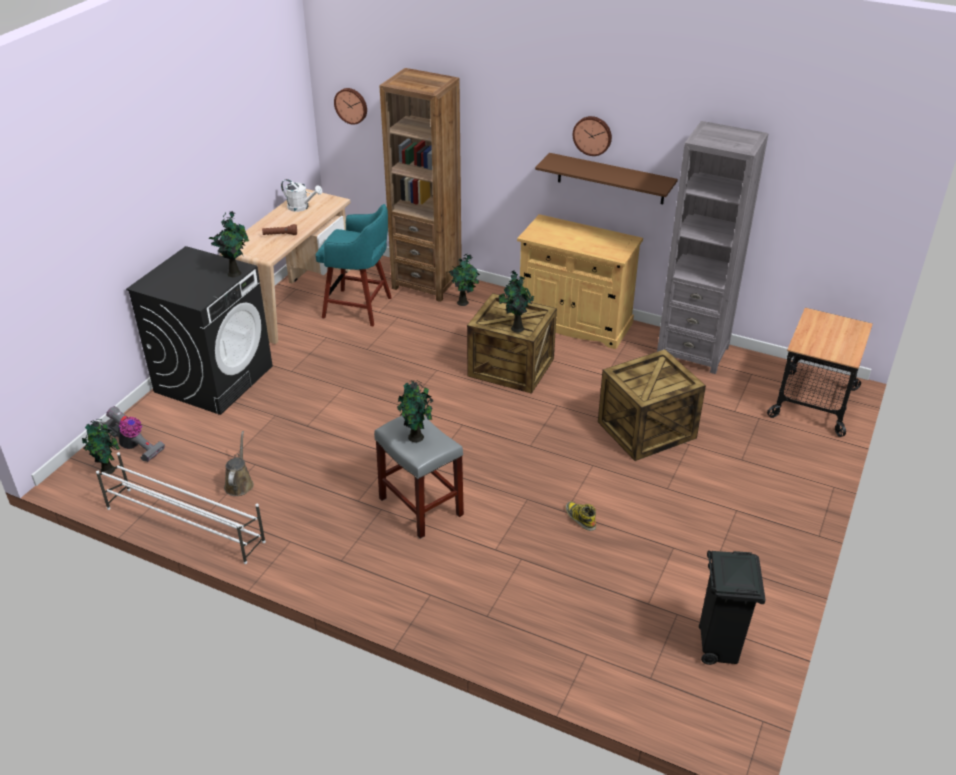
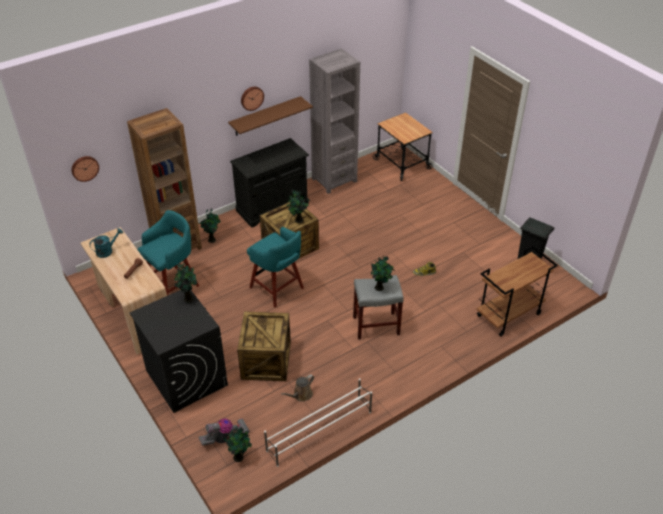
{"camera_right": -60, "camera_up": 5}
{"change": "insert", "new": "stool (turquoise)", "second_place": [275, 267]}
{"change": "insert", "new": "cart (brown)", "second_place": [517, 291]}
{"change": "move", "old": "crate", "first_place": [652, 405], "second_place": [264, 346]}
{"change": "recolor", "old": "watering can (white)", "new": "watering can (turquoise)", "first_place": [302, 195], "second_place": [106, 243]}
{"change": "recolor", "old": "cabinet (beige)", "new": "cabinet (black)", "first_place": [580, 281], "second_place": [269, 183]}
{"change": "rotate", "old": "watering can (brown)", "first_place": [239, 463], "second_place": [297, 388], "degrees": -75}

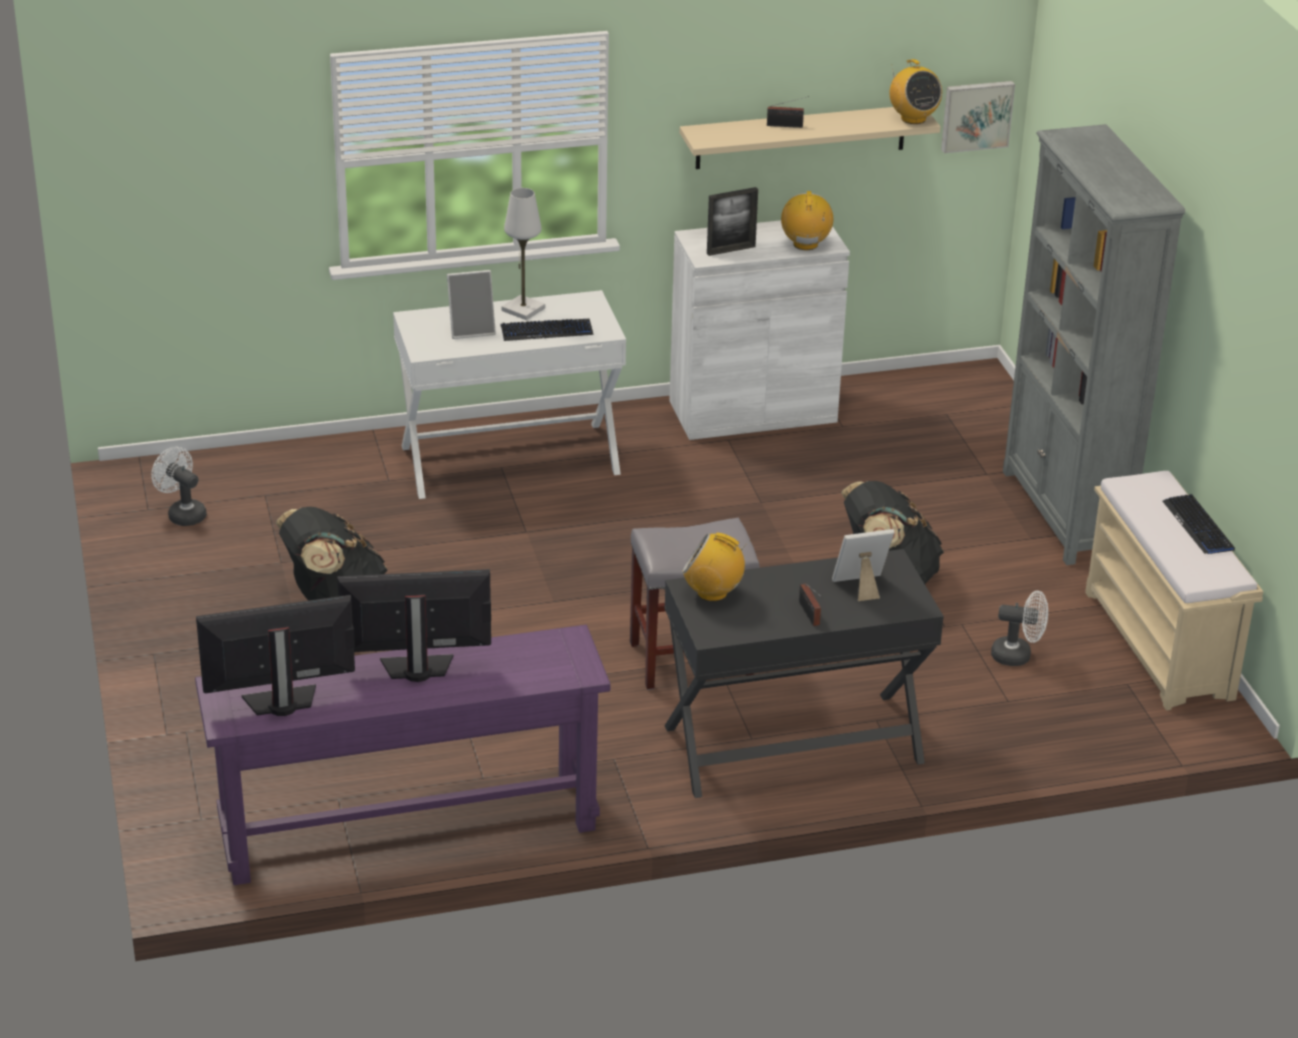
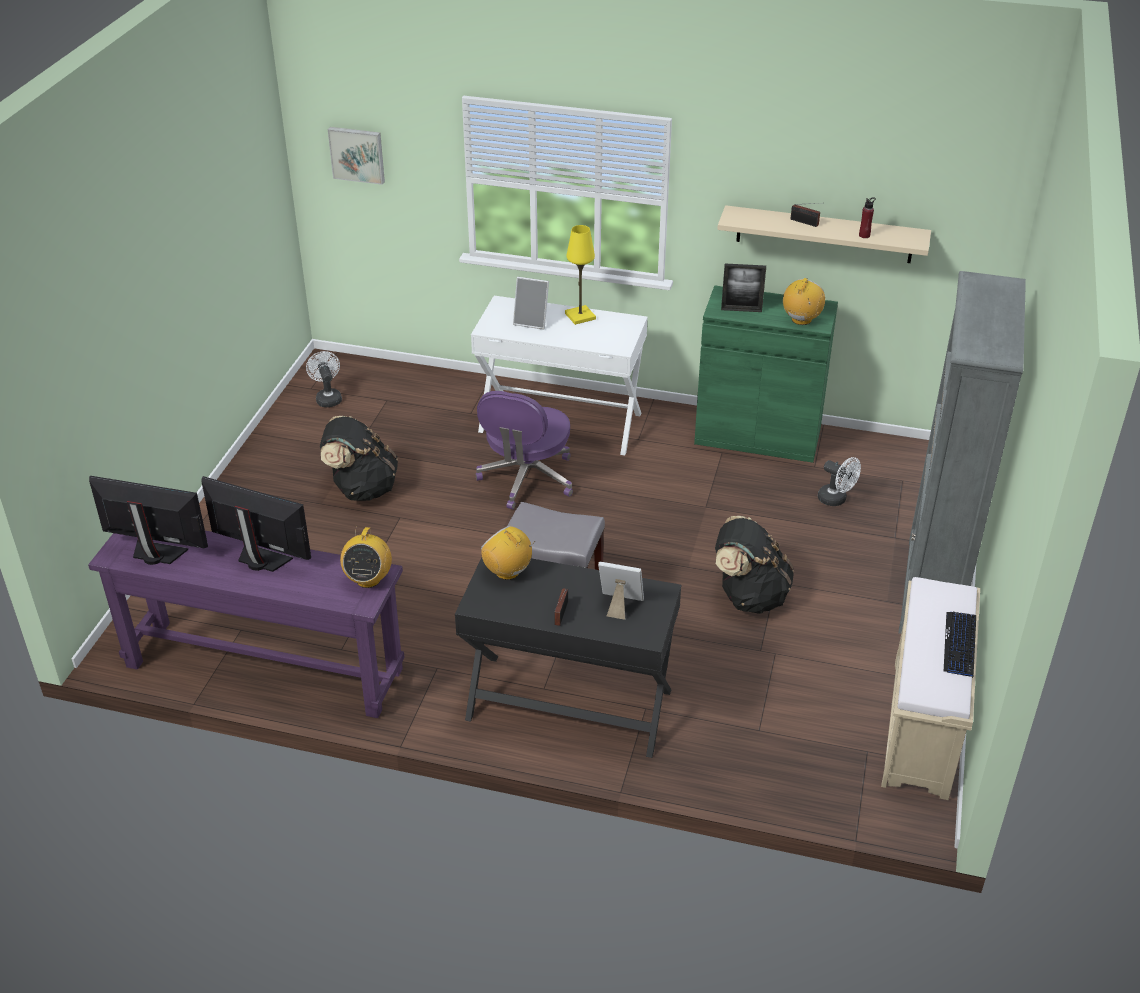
{"camera_right": 30, "camera_up": 5}
{"change": "delete", "old": "keyboard", "first_place": [547, 330]}
{"change": "insert", "new": "office chair (purple)", "second_place": [524, 450]}
{"change": "insert", "new": "bottle (red)", "second_place": [867, 217]}
{"change": "move", "old": "radio", "first_place": [916, 91], "second_place": [366, 557]}
{"change": "move", "old": "picture", "first_place": [978, 117], "second_place": [356, 156]}
{"change": "move", "old": "fan (white)", "first_place": [1019, 628], "second_place": [839, 481]}
{"change": "recolor", "old": "table lamp (white)", "new": "table lamp (yellow)", "first_place": [523, 254], "second_place": [580, 275]}
{"change": "recolor", "old": "cabinet (white)", "new": "cabinet (green)", "first_place": [759, 330], "second_place": [766, 374]}

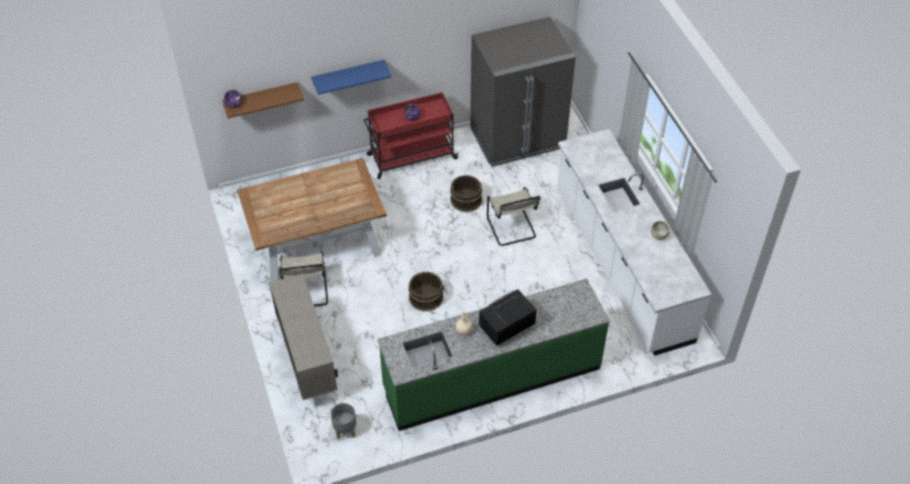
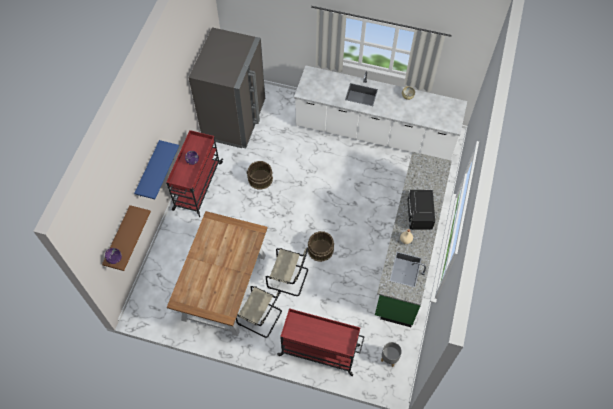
{"camera_right": -55, "camera_up": 10}
{"change": "move", "old": "chair (beige)", "first_place": [514, 216], "second_place": [287, 271]}
{"change": "replace", "old": "cabinet (beige)", "new": "cart (red)", "first_place": [303, 337], "second_place": [321, 342]}

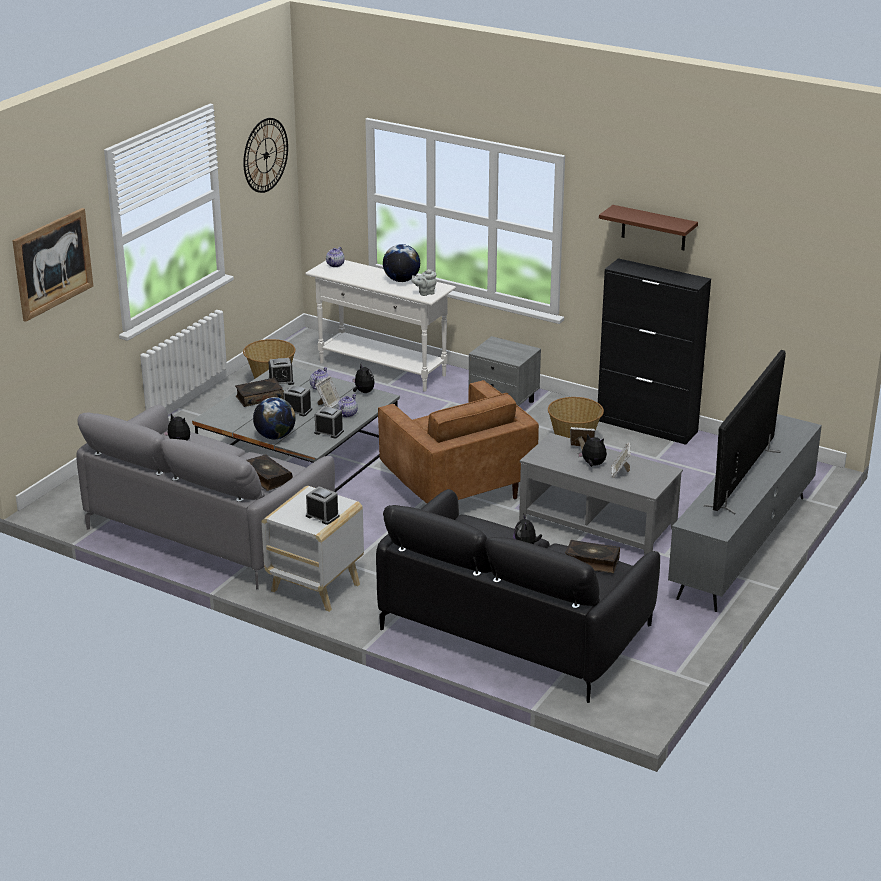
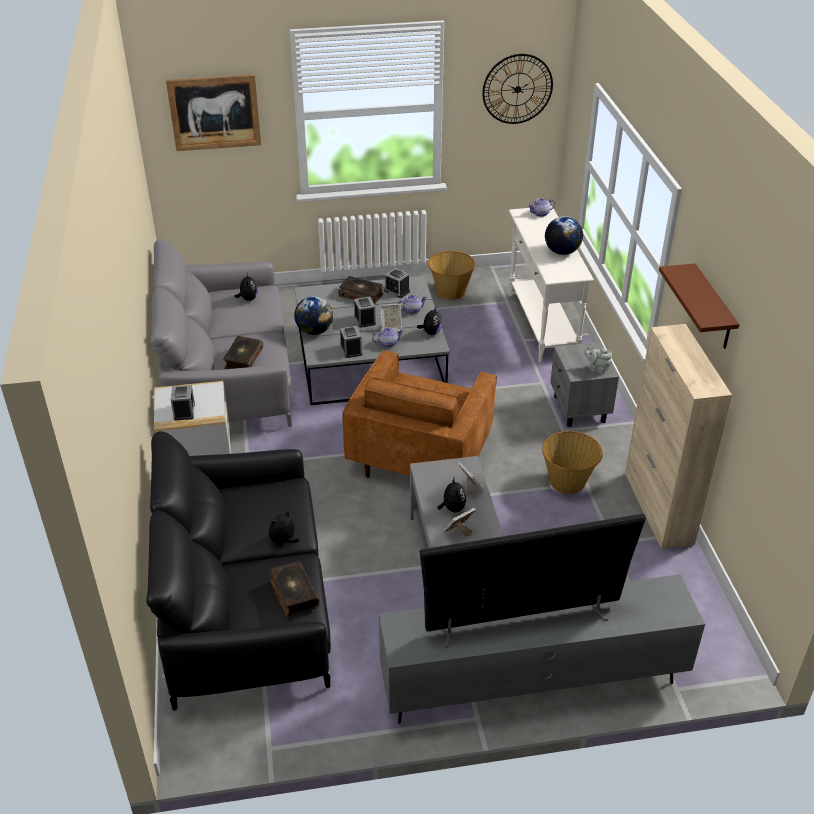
{"camera_right": 50, "camera_up": 10}
{"change": "move", "old": "teapot (grey)", "first_place": [424, 282], "second_place": [598, 360]}
{"change": "recolor", "old": "cabinet (black)", "new": "cabinet (beige)", "first_place": [654, 351], "second_place": [678, 436]}

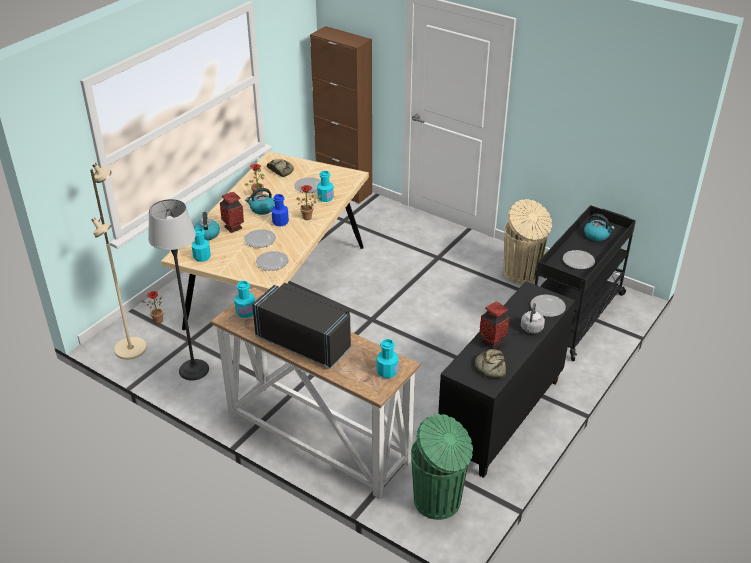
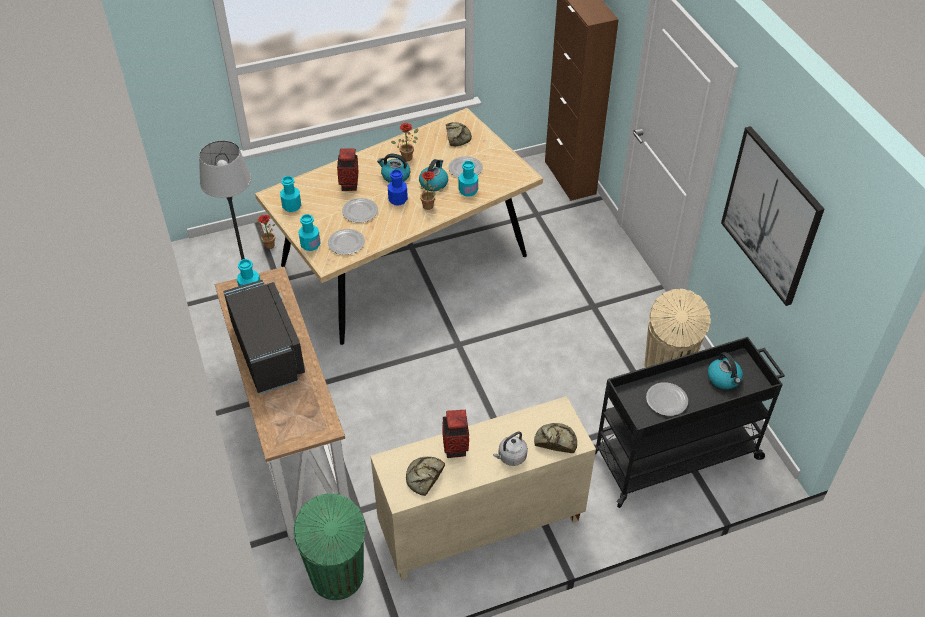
{"camera_right": 35, "camera_up": 10}
{"change": "delete", "old": "floor lamp (beige)", "first_place": [118, 261]}
{"change": "insert", "new": "picture", "second_place": [772, 216]}
{"change": "move", "old": "kettle", "first_place": [207, 226], "second_place": [433, 175]}
{"change": "move", "old": "bottle (turquoise)", "first_place": [388, 358], "second_place": [309, 232]}
{"change": "replace", "old": "plate", "new": "bread", "first_place": [548, 306], "second_place": [555, 438]}
{"change": "recolor", "old": "cabinet (black)", "new": "cabinet (beige)", "first_place": [507, 379], "second_place": [483, 488]}

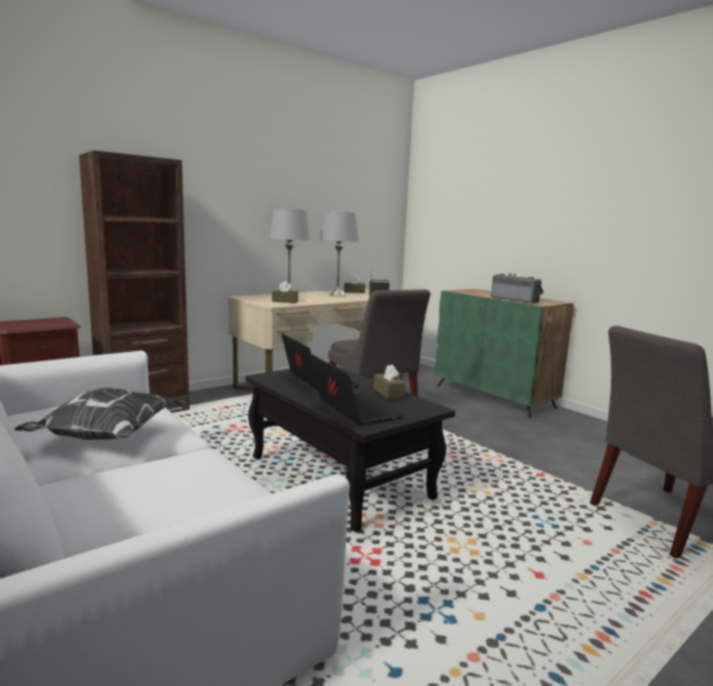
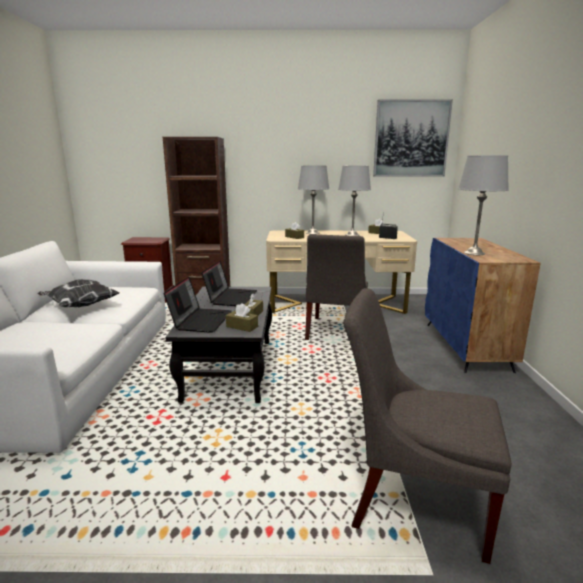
{"camera_right": 40, "camera_up": 5}
{"change": "insert", "new": "tissue box (brown)", "second_place": [242, 317]}
{"change": "insert", "new": "picture", "second_place": [413, 138]}
{"change": "replace", "old": "radio", "new": "table lamp (grey)", "first_place": [517, 288], "second_place": [483, 205]}
{"change": "recolor", "old": "cabinet (green)", "new": "cabinet (blue)", "first_place": [504, 353], "second_place": [483, 305]}

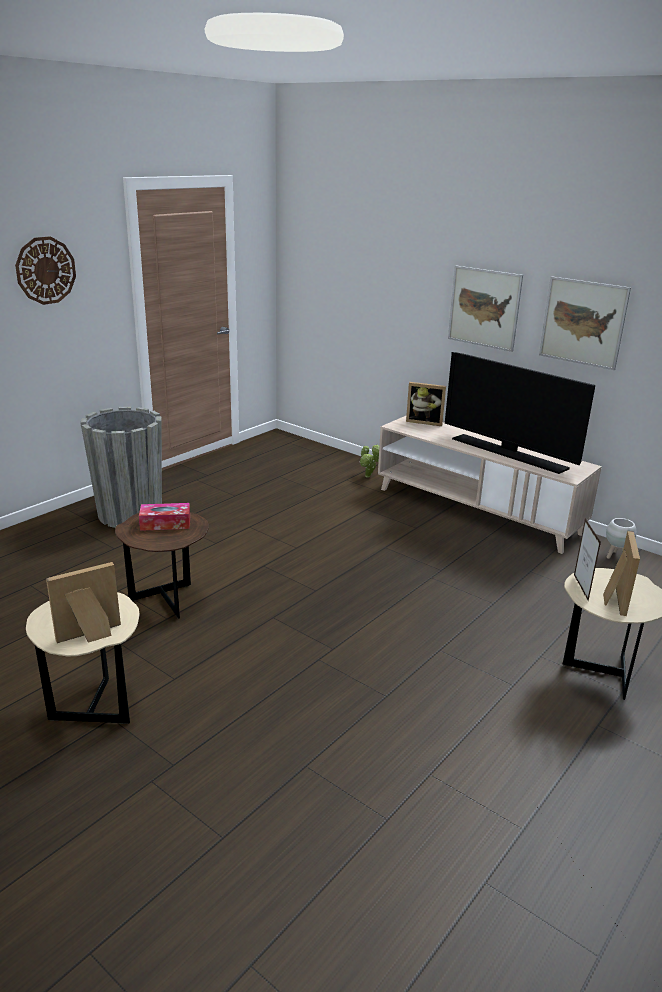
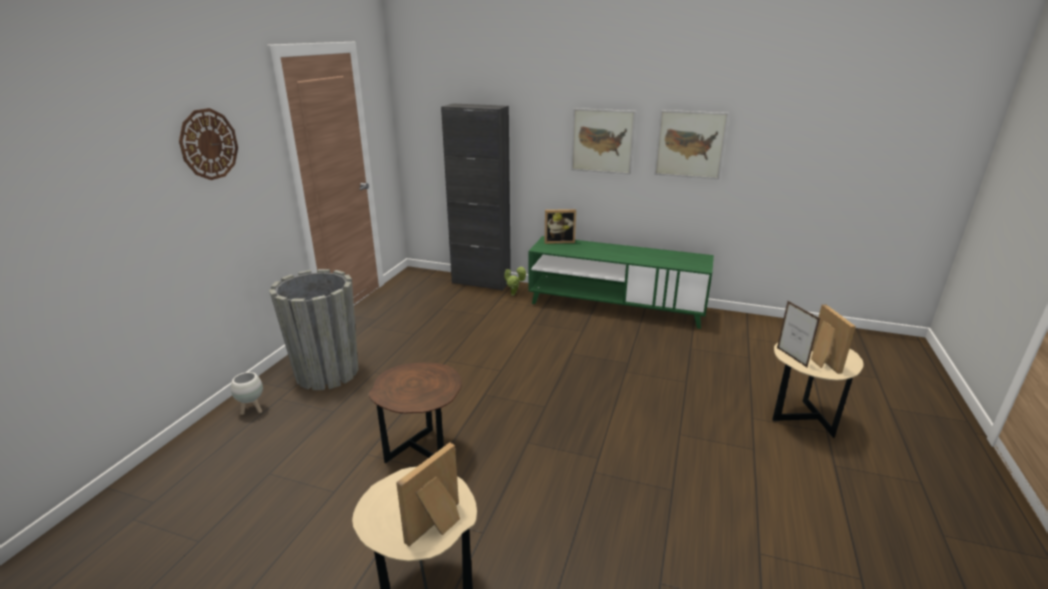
{"camera_right": -20, "camera_up": 0}
{"change": "delete", "old": "tissue box", "first_place": [164, 517]}
{"change": "delete", "old": "television", "first_place": [520, 413]}
{"change": "insert", "new": "cabinet (black)", "second_place": [476, 197]}
{"change": "move", "old": "planter (white)", "first_place": [621, 538], "second_place": [247, 393]}
{"change": "recolor", "old": "tv stand (beige)", "new": "tv stand (green)", "first_place": [490, 485], "second_place": [621, 282]}

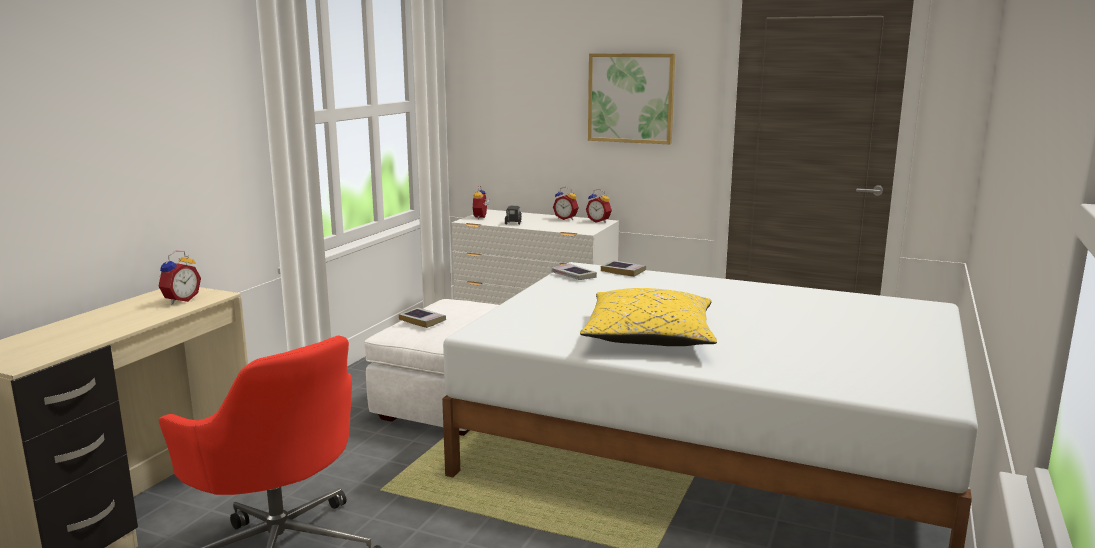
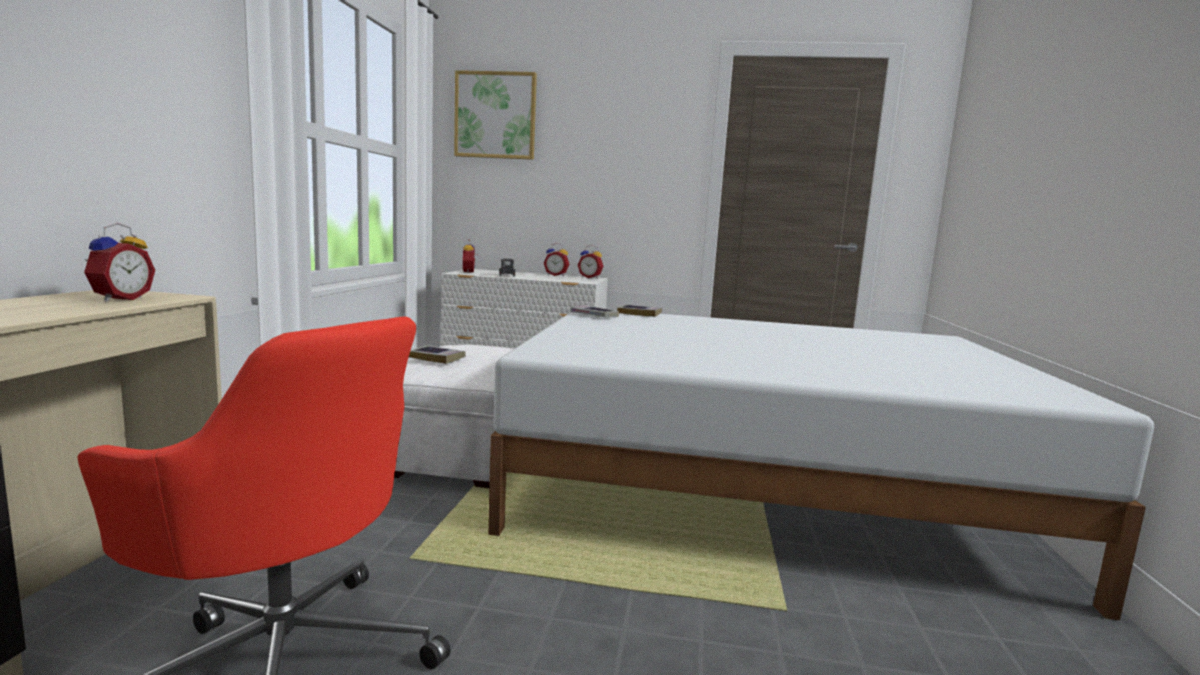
{"camera_right": -15, "camera_up": -5}
{"change": "delete", "old": "pillow (yellow)", "first_place": [648, 317]}
{"change": "move", "old": "picture", "first_place": [631, 98], "second_place": [495, 115]}

